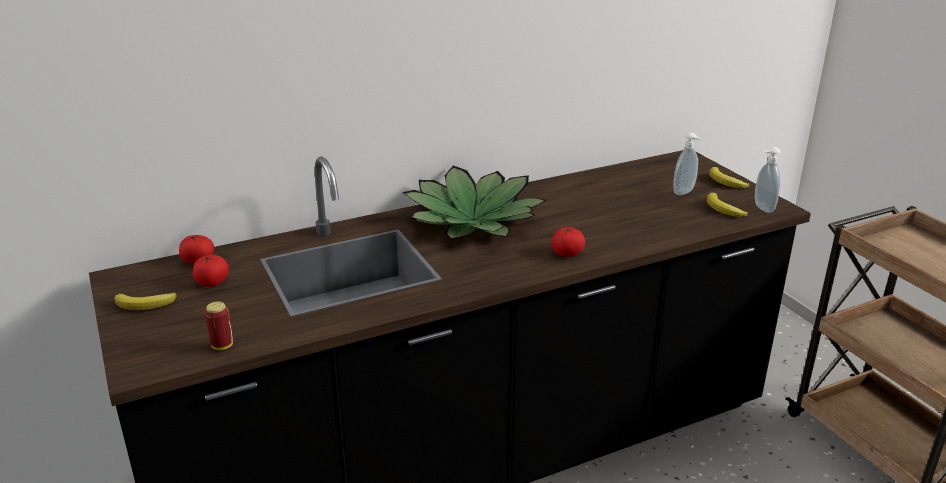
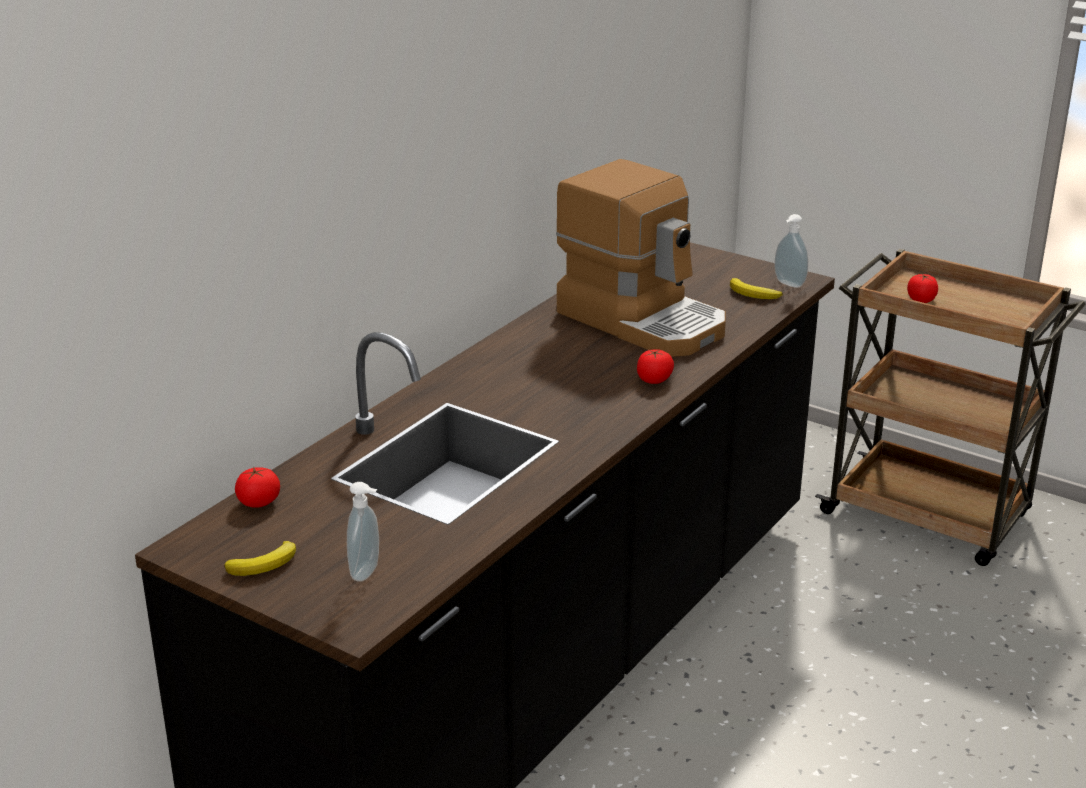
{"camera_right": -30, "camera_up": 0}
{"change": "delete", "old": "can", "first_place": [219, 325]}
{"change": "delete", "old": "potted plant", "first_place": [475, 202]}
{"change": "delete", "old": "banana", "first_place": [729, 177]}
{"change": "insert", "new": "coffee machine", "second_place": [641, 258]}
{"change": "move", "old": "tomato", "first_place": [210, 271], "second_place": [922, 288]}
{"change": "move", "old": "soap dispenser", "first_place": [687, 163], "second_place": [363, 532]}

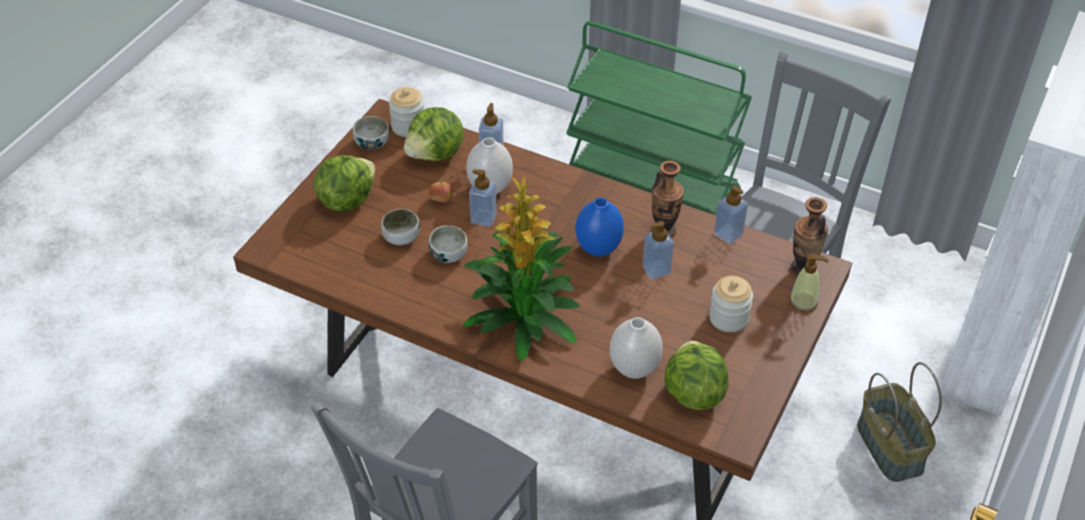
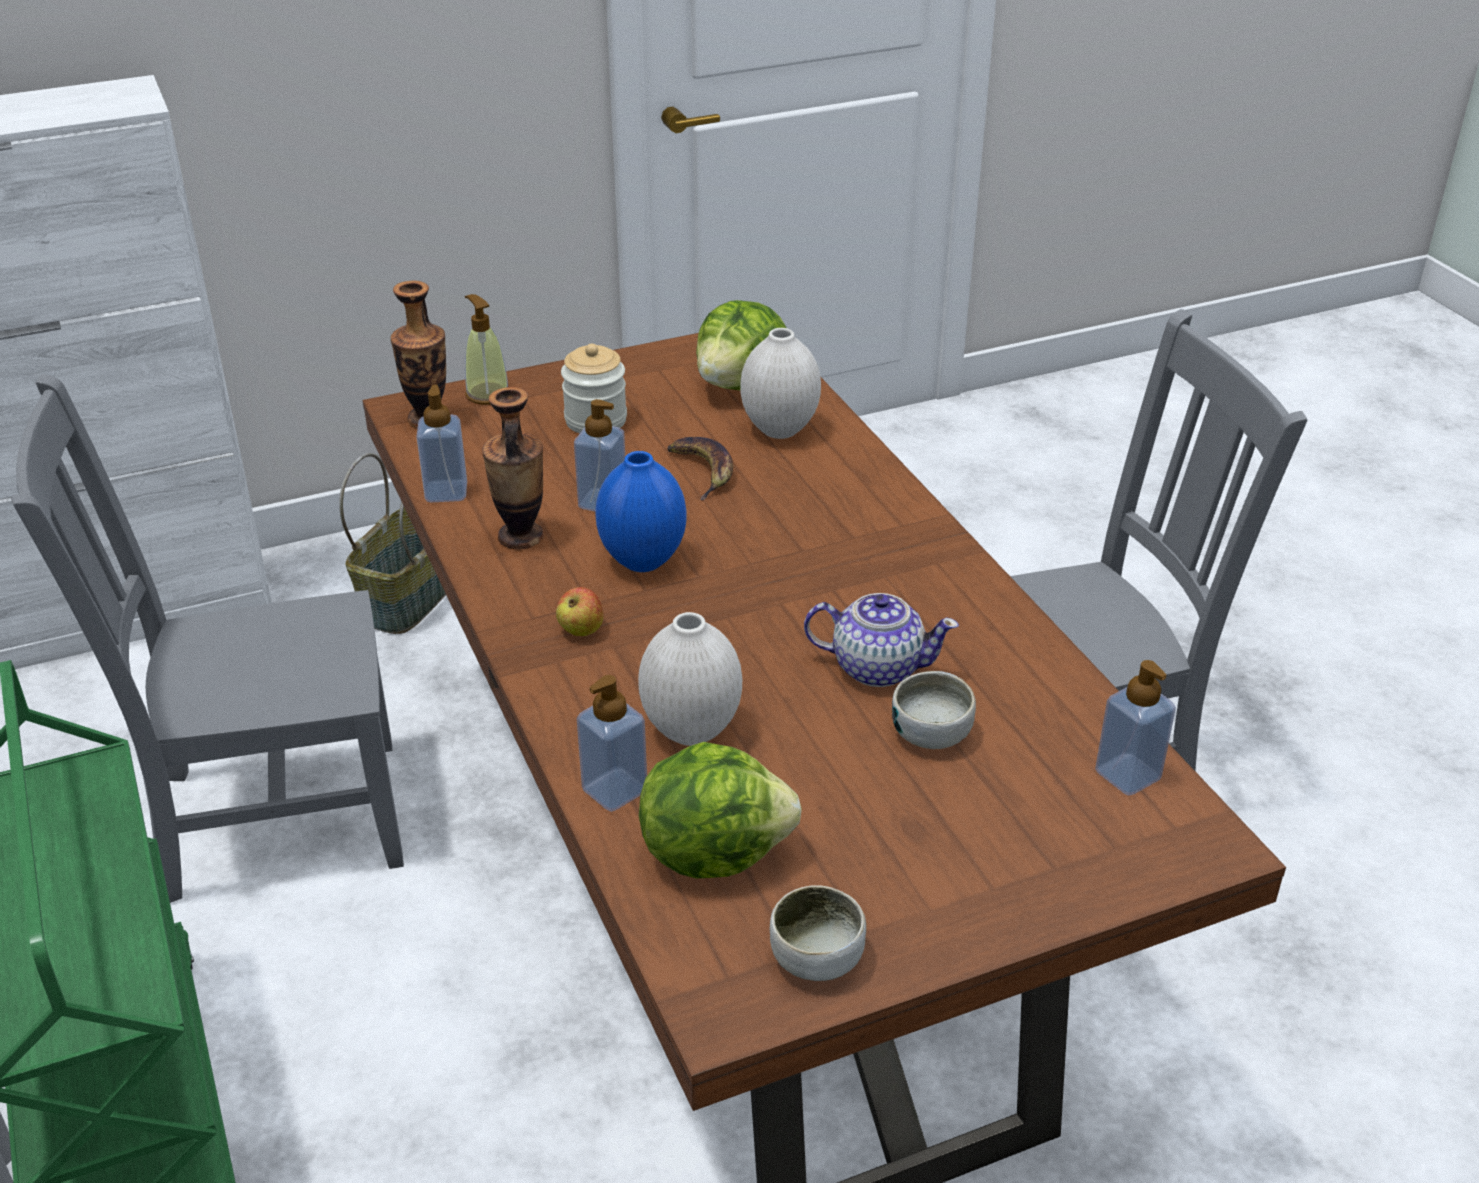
{"camera_right": -140, "camera_up": -10}
{"change": "delete", "old": "lettuce", "first_place": [344, 183]}
{"change": "delete", "old": "jar", "first_place": [407, 112]}
{"change": "delete", "old": "potted plant", "first_place": [521, 269]}
{"change": "insert", "new": "banana", "second_place": [700, 468]}
{"change": "move", "old": "apple", "first_place": [441, 192], "second_place": [580, 611]}
{"change": "move", "old": "soap dispenser", "first_place": [483, 198], "second_place": [1135, 728]}
{"change": "replace", "old": "bowl", "new": "teapot", "first_place": [448, 244], "second_place": [881, 640]}

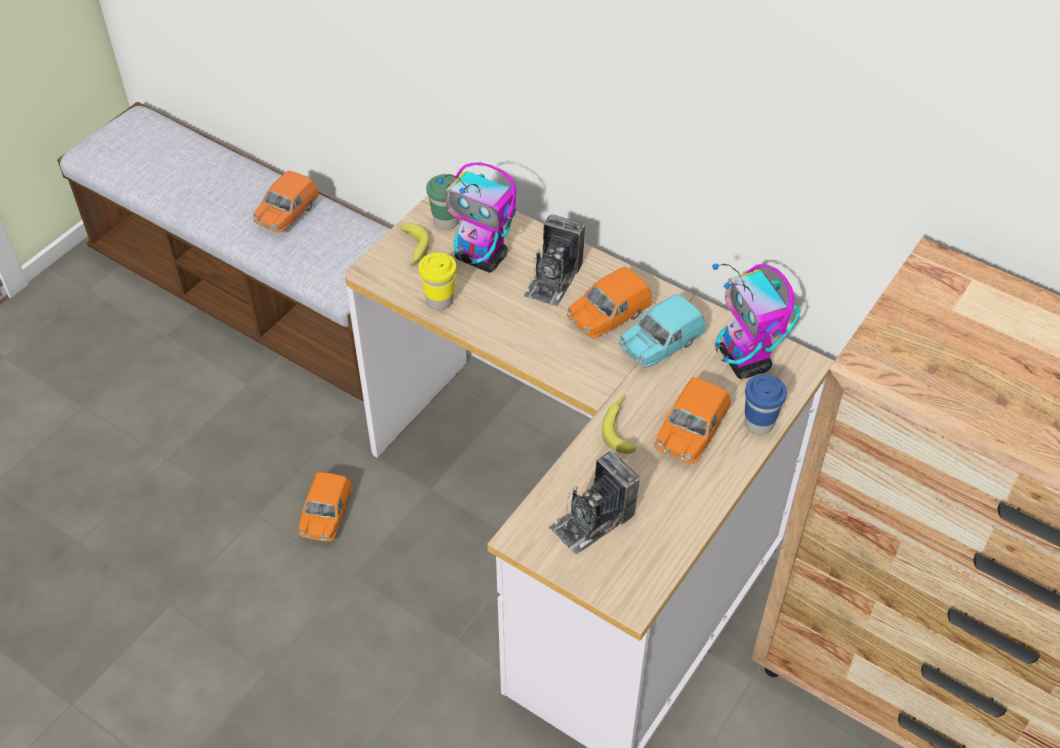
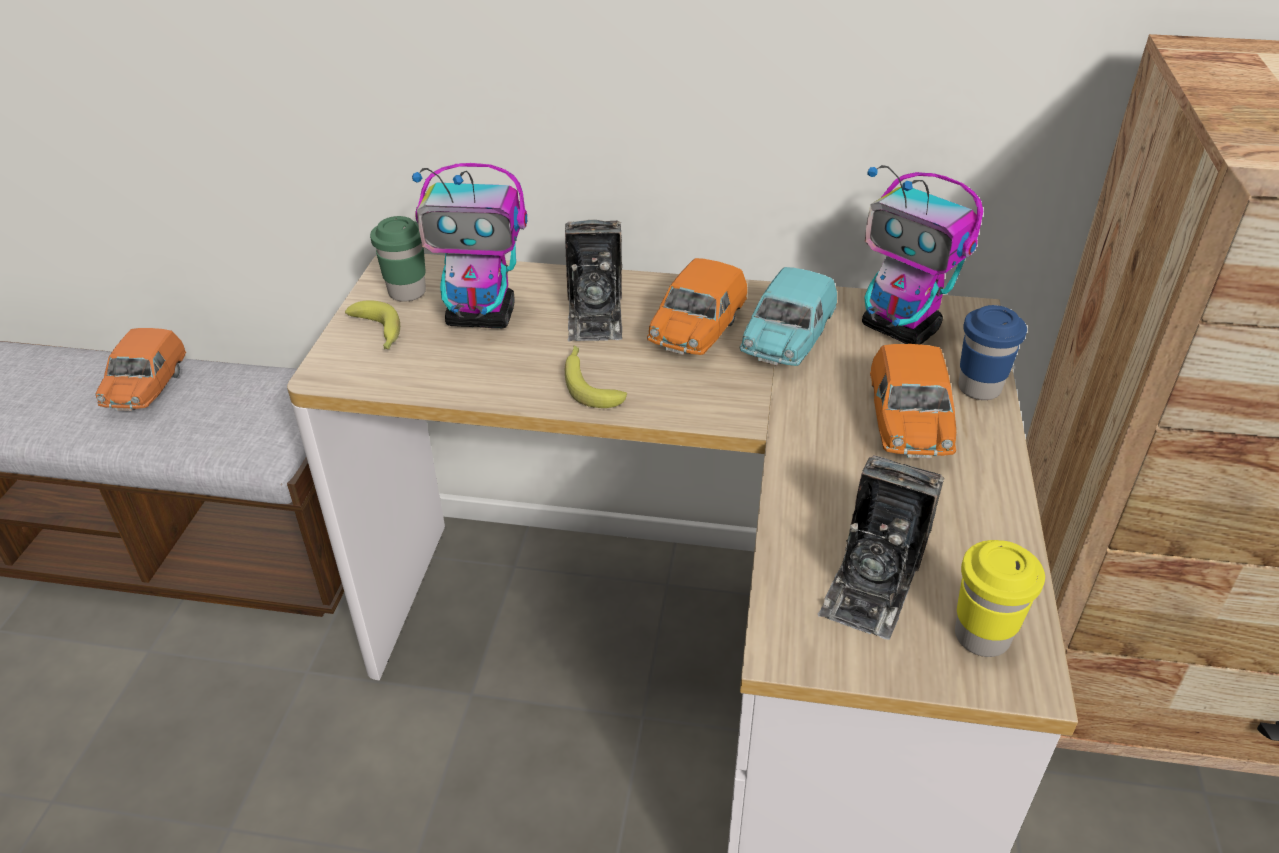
{"camera_right": -25, "camera_up": -10}
{"change": "delete", "old": "toy car (orange)", "first_place": [325, 506]}
{"change": "move", "old": "cup (yellow)", "first_place": [437, 281], "second_place": [1000, 598]}
{"change": "move", "old": "banana", "first_place": [619, 424], "second_place": [596, 376]}

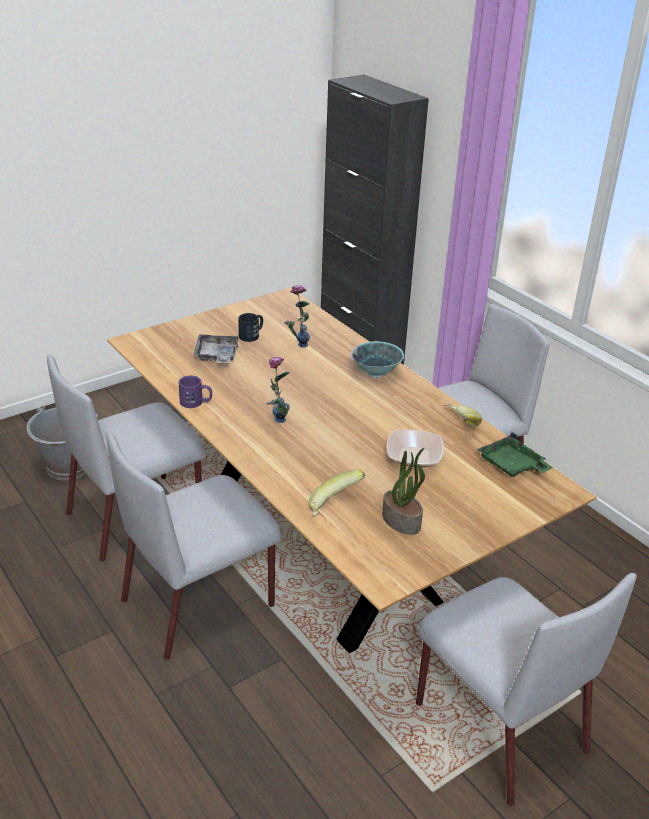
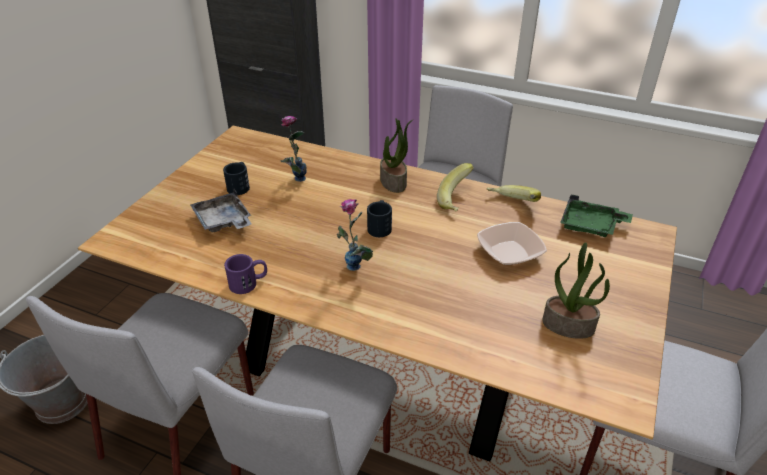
{"camera_right": -30, "camera_up": 5}
{"change": "insert", "new": "mug (black)", "second_place": [379, 218]}
{"change": "move", "old": "banana", "first_place": [336, 492], "second_place": [455, 187]}
{"change": "replace", "old": "bowl", "new": "potted plant", "first_place": [377, 359], "second_place": [396, 156]}

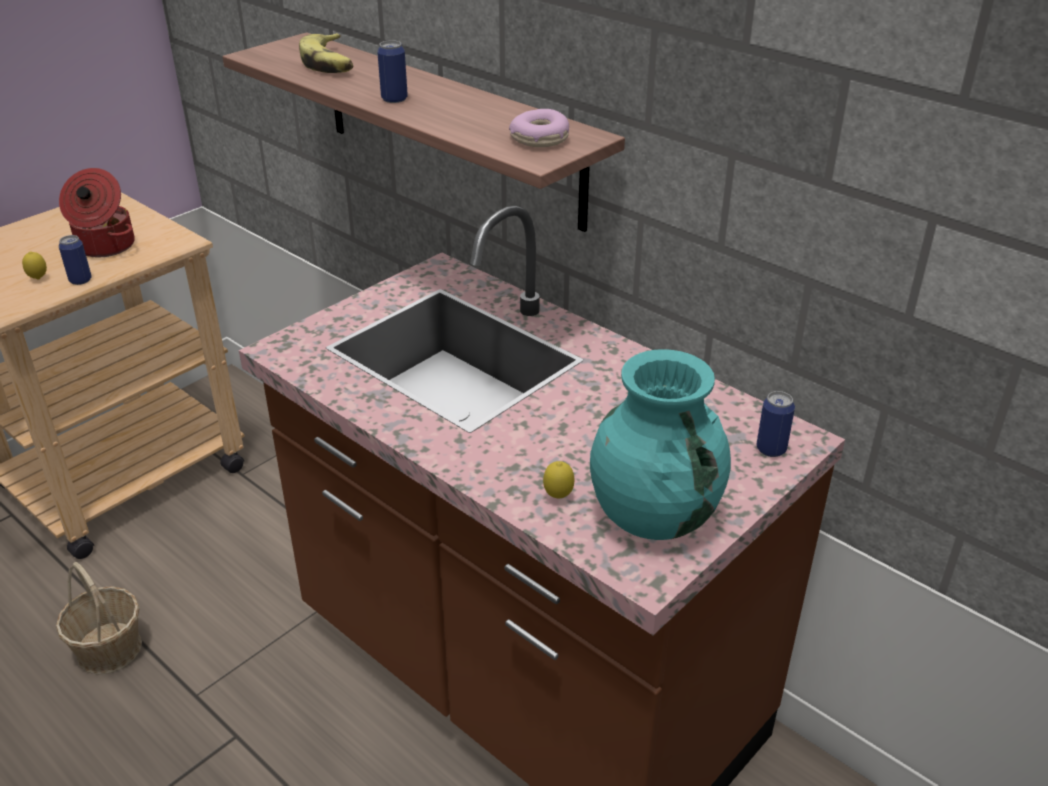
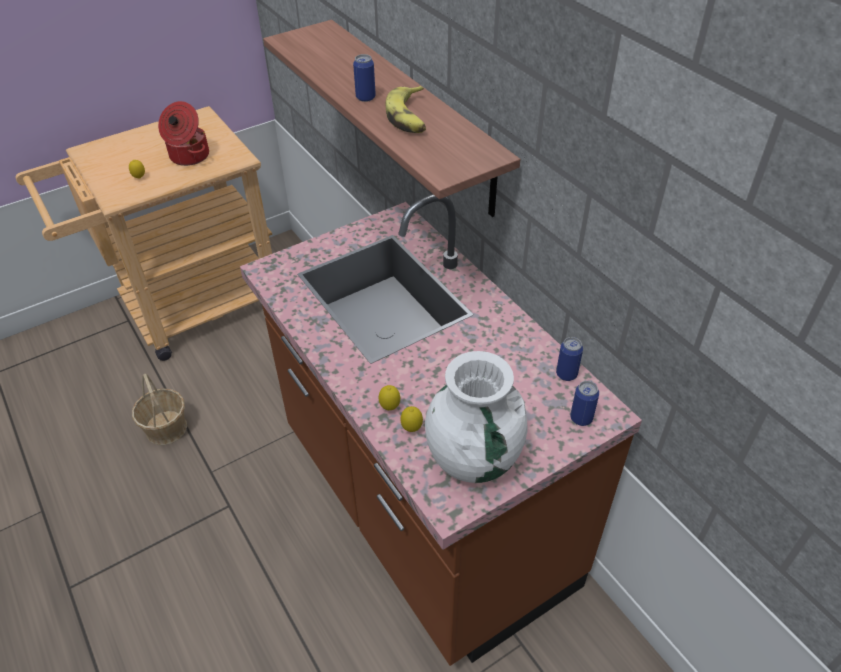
{"camera_right": 15, "camera_up": 10}
{"change": "delete", "old": "donut", "first_place": [539, 128]}
{"change": "insert", "new": "lemon", "second_place": [389, 397]}
{"change": "move", "old": "can", "first_place": [75, 260], "second_place": [569, 359]}
{"change": "move", "old": "banana", "first_place": [326, 53], "second_place": [405, 109]}
{"change": "recolor", "old": "vase (turquoise)", "new": "vase (white)", "first_place": [660, 444], "second_place": [476, 417]}

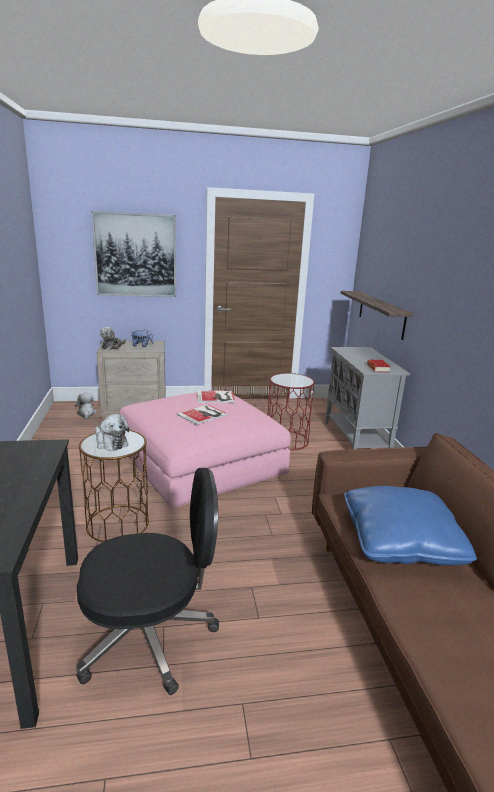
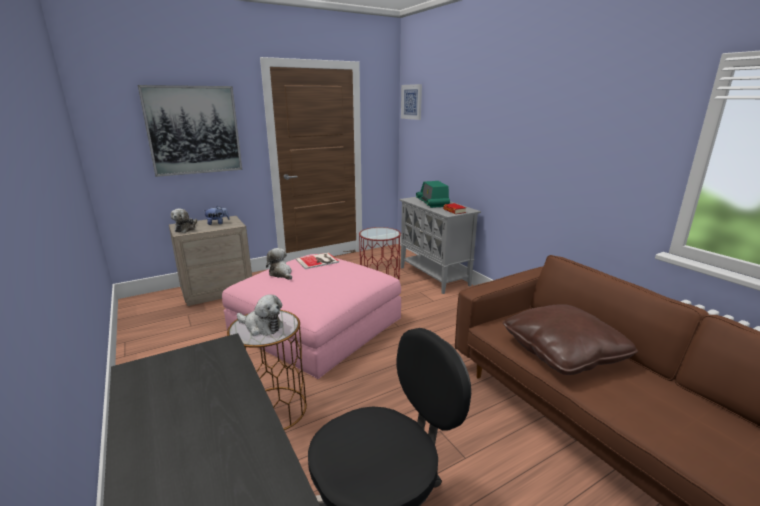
{"camera_right": -20, "camera_up": 0}
{"change": "delete", "old": "book", "first_place": [201, 414]}
{"change": "delete", "old": "shelf", "first_place": [377, 315]}
{"change": "insert", "new": "picture", "second_place": [411, 102]}
{"change": "insert", "new": "radio", "second_place": [433, 194]}
{"change": "move", "old": "plush toy", "first_place": [86, 406], "second_place": [279, 264]}
{"change": "recolor", "old": "pillow (blue)", "new": "pillow (brown)", "first_place": [410, 525], "second_place": [570, 339]}

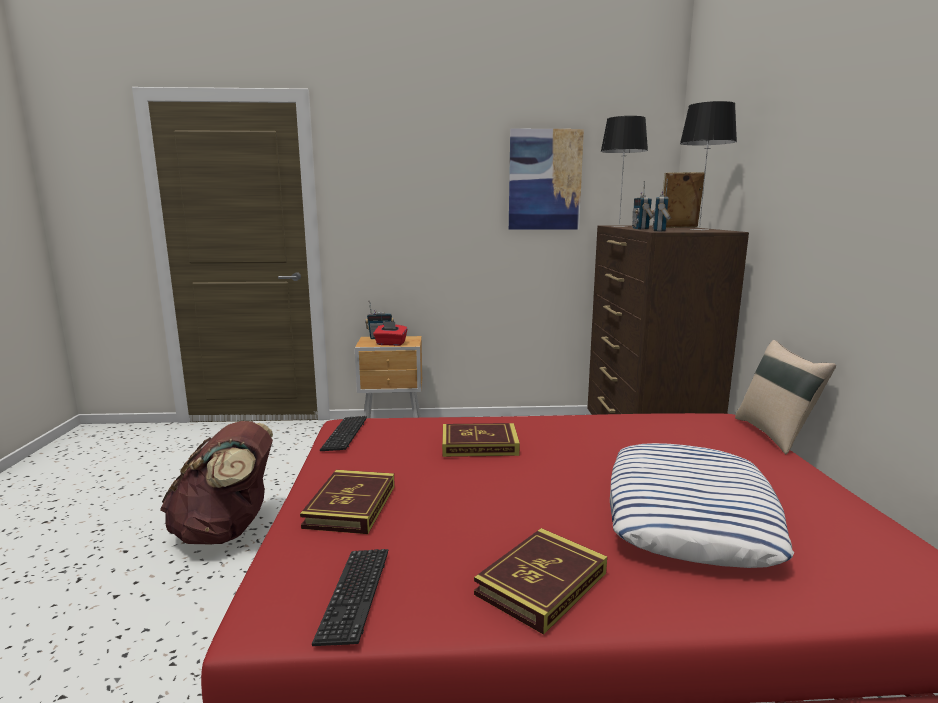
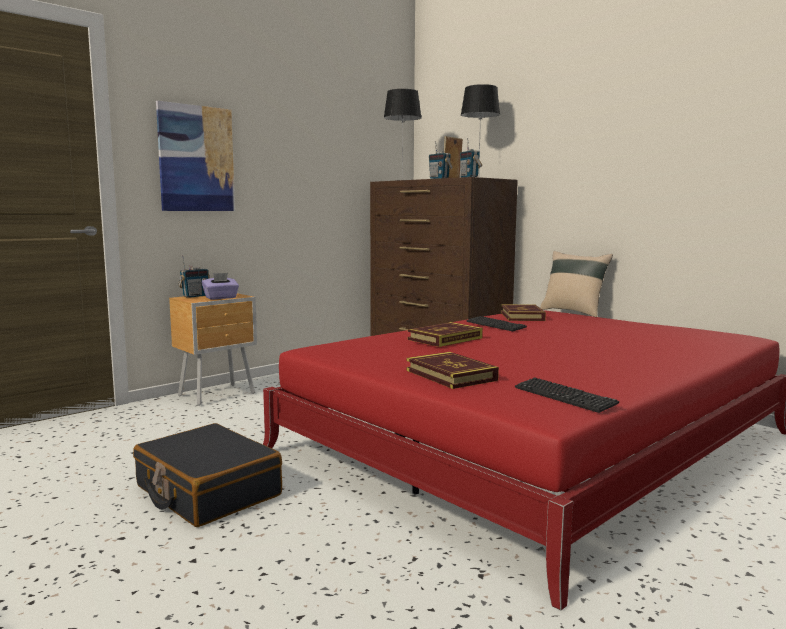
{"camera_right": -40, "camera_up": -5}
{"change": "delete", "old": "pillow", "first_place": [702, 505]}
{"change": "move", "old": "keyboard", "first_place": [343, 433], "second_place": [497, 324]}
{"change": "move", "old": "book", "first_place": [540, 581], "second_place": [523, 312]}
{"change": "move", "old": "picture", "first_place": [546, 179], "second_place": [195, 156]}
{"change": "replace", "old": "backpack (brown)", "new": "suitcase (black)", "first_place": [216, 482], "second_place": [207, 475]}
{"change": "recolor", "old": "tissue box (red)", "new": "tissue box (purple)", "first_place": [390, 333], "second_place": [220, 286]}

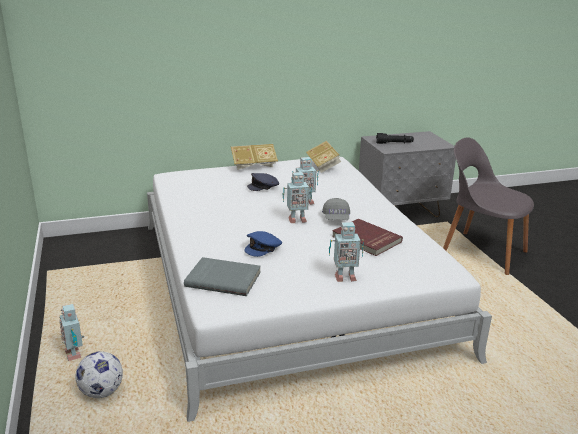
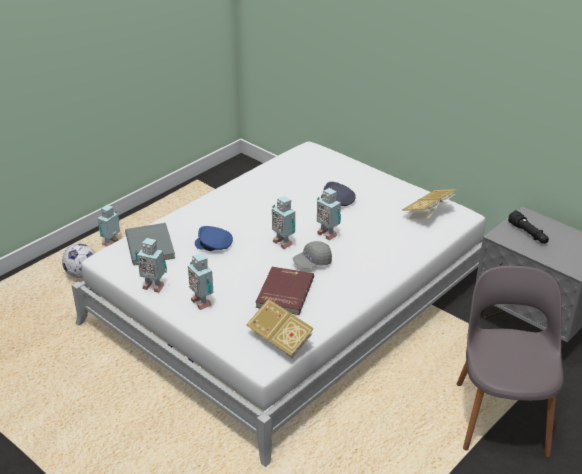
{"camera_right": 60, "camera_up": 10}
{"change": "insert", "new": "toy robot", "second_place": [151, 265]}
{"change": "move", "old": "book", "first_place": [254, 157], "second_place": [280, 328]}

